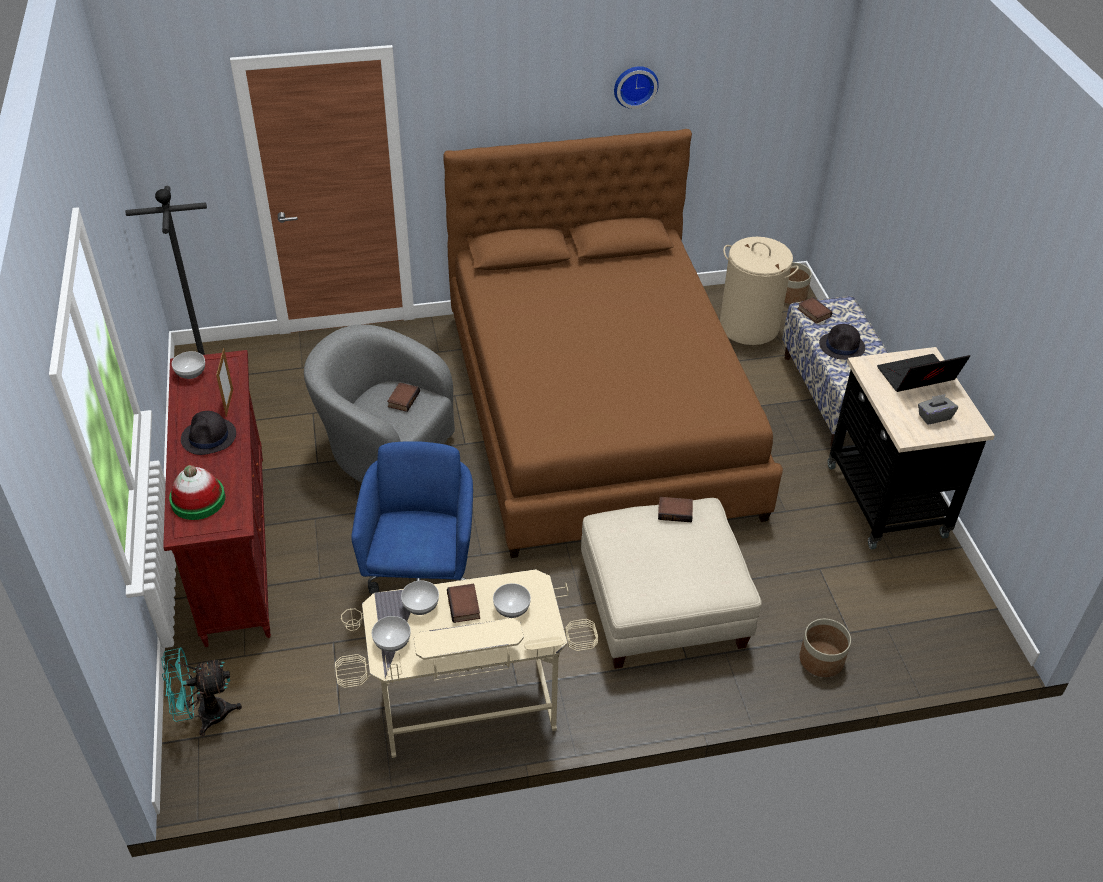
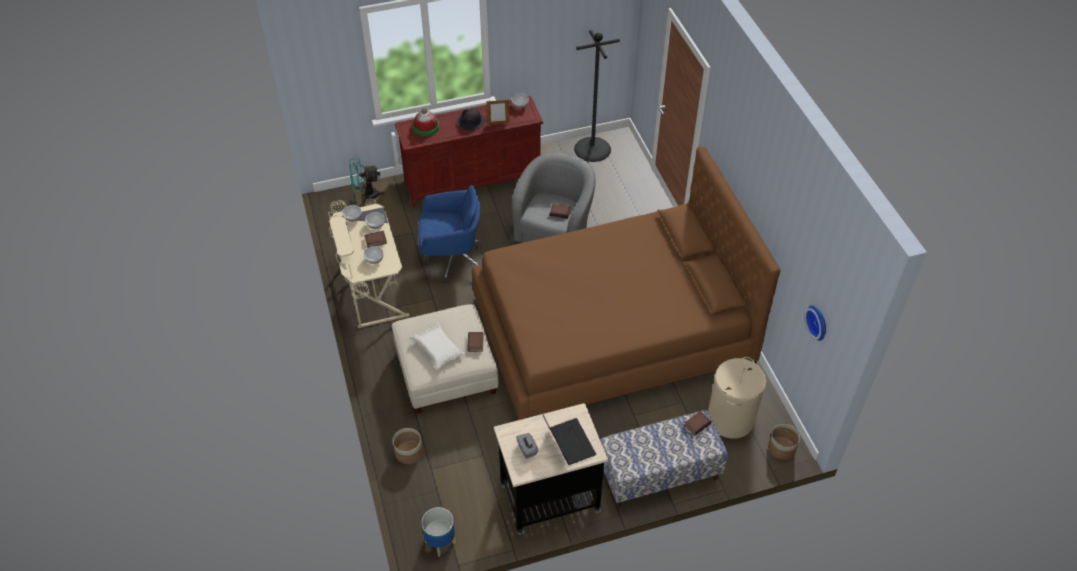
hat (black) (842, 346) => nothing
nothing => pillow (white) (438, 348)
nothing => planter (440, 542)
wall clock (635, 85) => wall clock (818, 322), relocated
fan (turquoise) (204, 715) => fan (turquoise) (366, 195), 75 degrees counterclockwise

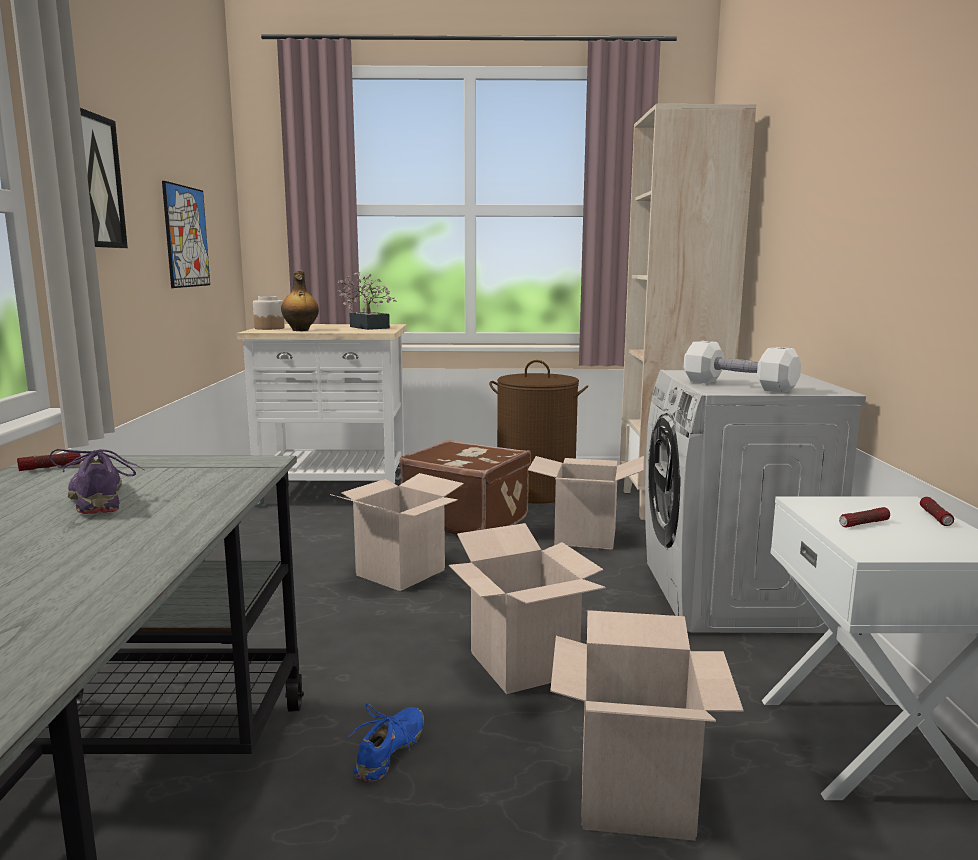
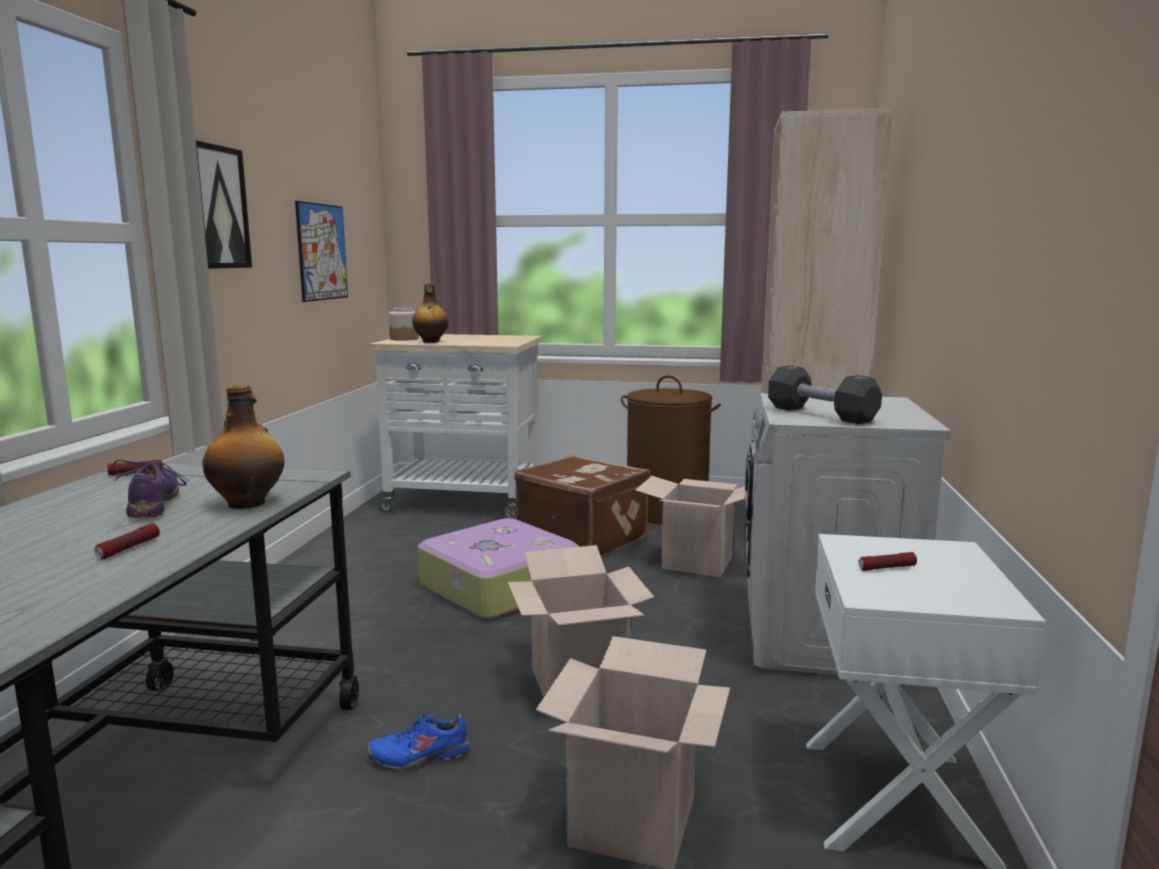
potted plant (367, 327) => nothing
nothing => bottle (248, 503)
flashlight (935, 517) => flashlight (128, 548), relocated
cardboard box (401, 572) => suitcase (497, 586)
dumbbell (white) (738, 386) => dumbbell (black) (820, 414)
shoe (blue) (390, 752) => shoe (blue) (419, 756), 135 degrees counterclockwise

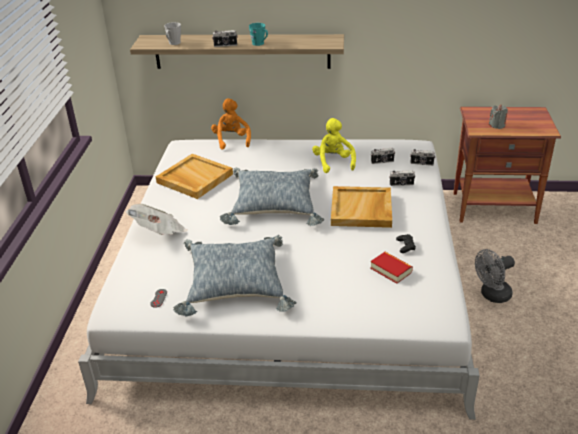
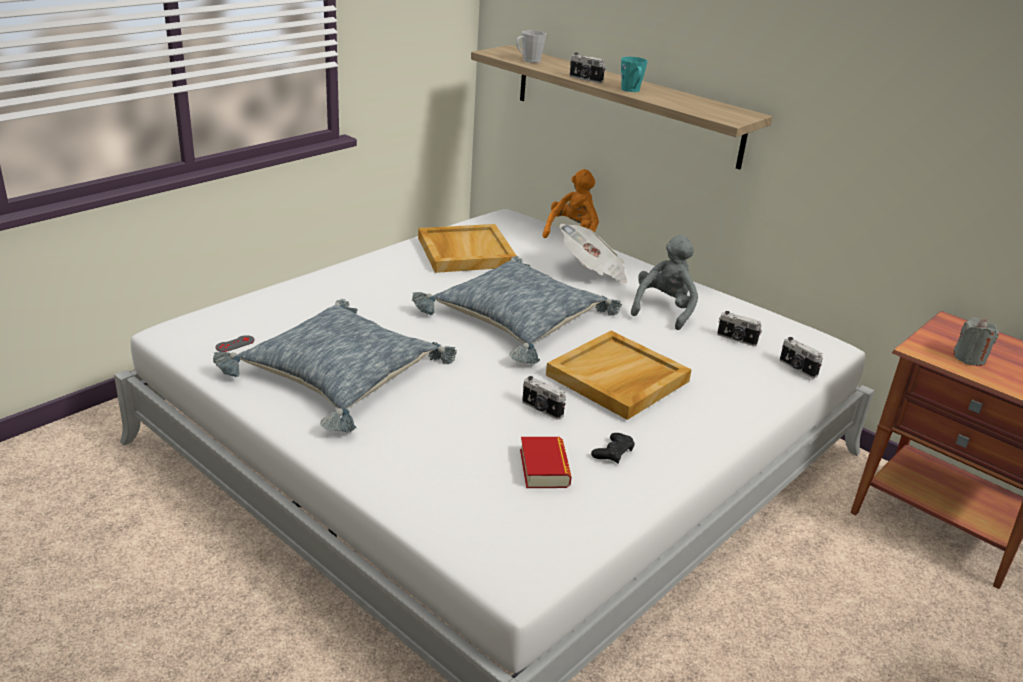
fan (grey) (491, 295) => nothing
newspaper (159, 232) => newspaper (593, 271), relocated
photo camera (401, 184) => photo camera (541, 409), relocated
plush toy (yellow) (333, 162) => plush toy (grey) (664, 310)

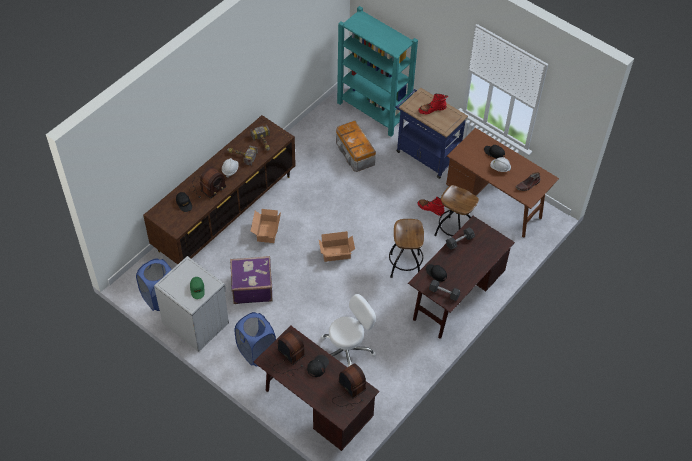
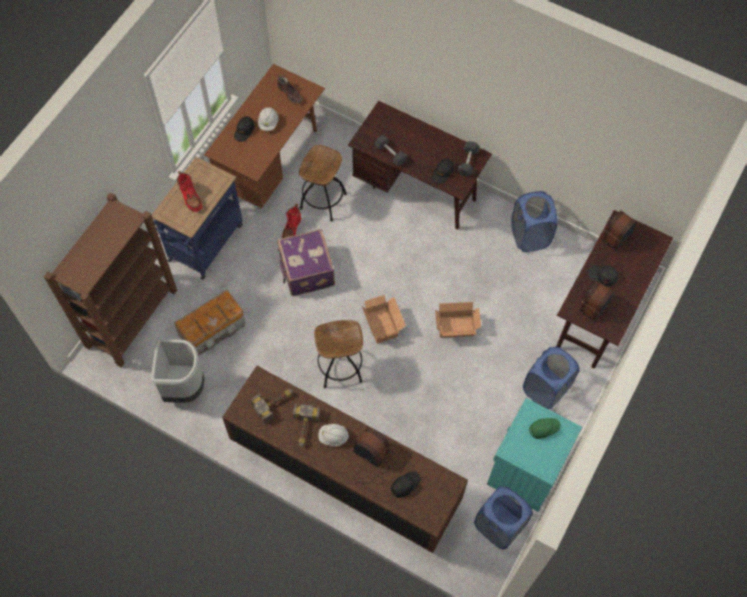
office chair (white) (348, 351) => nothing
nothing => trash can (grey) (184, 387)
nothing => laundry basket (blue) (529, 236)
suitcase (purple) (251, 287) => suitcase (purple) (306, 272), relocated
cardboard box (266, 232) => cardboard box (456, 328), relocated
stool (brown) (405, 265) => stool (brown) (340, 367), relocated
washing machine (white) (196, 322) => washing machine (turquoise) (524, 470)
bookcase (turquoise) (373, 110) => bookcase (brown) (131, 318)

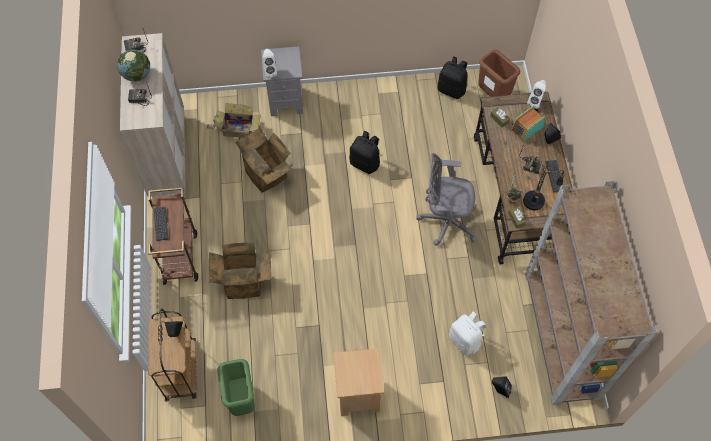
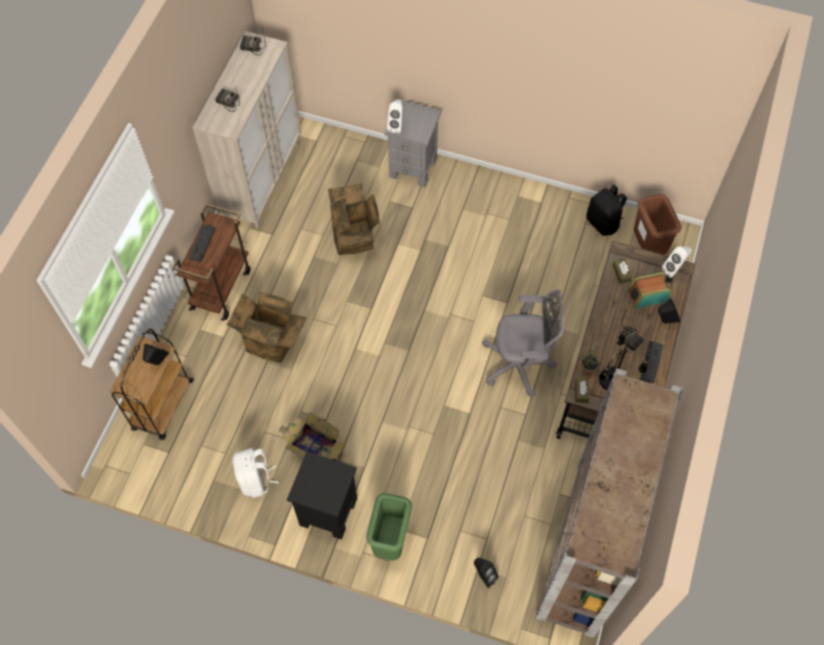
globe (137, 75) => nothing
backpack (black) (365, 163) => nothing
cardboard box (237, 128) => cardboard box (313, 447), relocated
trash can (green) (241, 399) => trash can (green) (390, 540), relocated
backpack (white) (465, 340) => backpack (white) (256, 479), relocated
nightstand (beige) (357, 394) => nightstand (black) (328, 510)
office chair (grey) (445, 221) => office chair (grey) (520, 365), 150 degrees clockwise

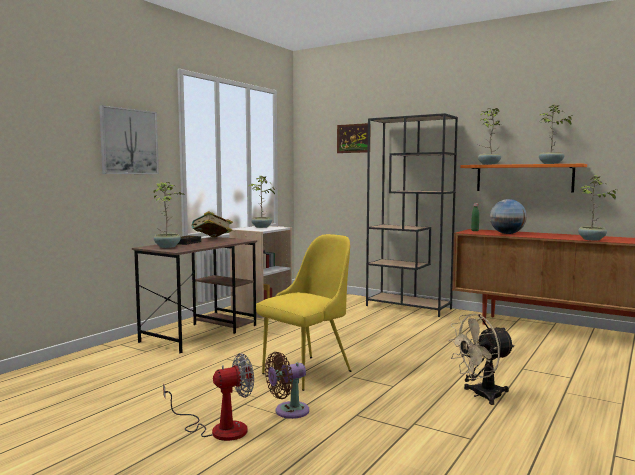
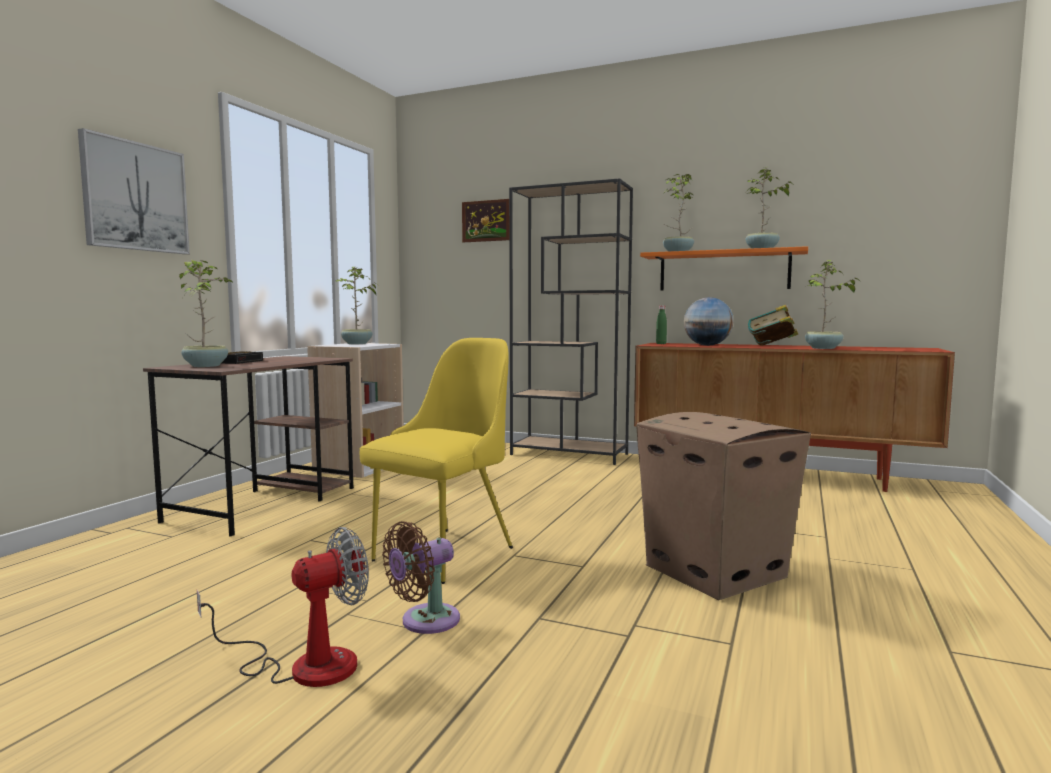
book (212, 239) => book (772, 346), relocated
fan (beige) (481, 395) => cardboard box (716, 571)

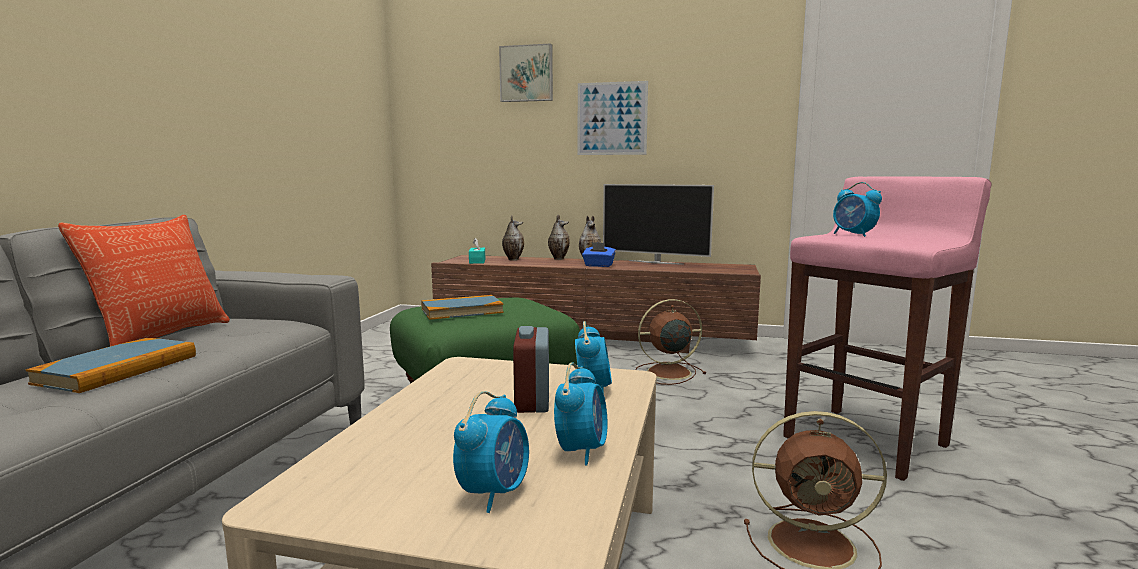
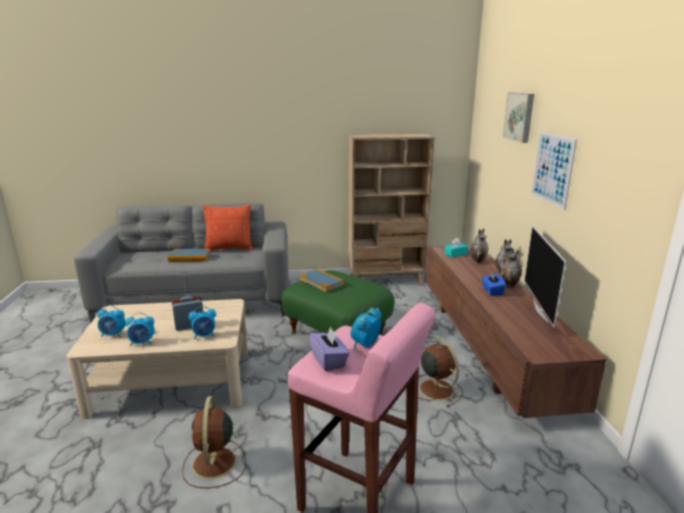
nothing => tissue box (purple) (329, 360)
nothing => bookcase (beige) (386, 281)

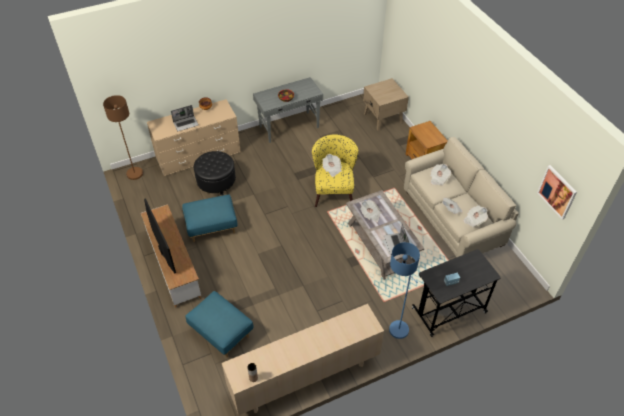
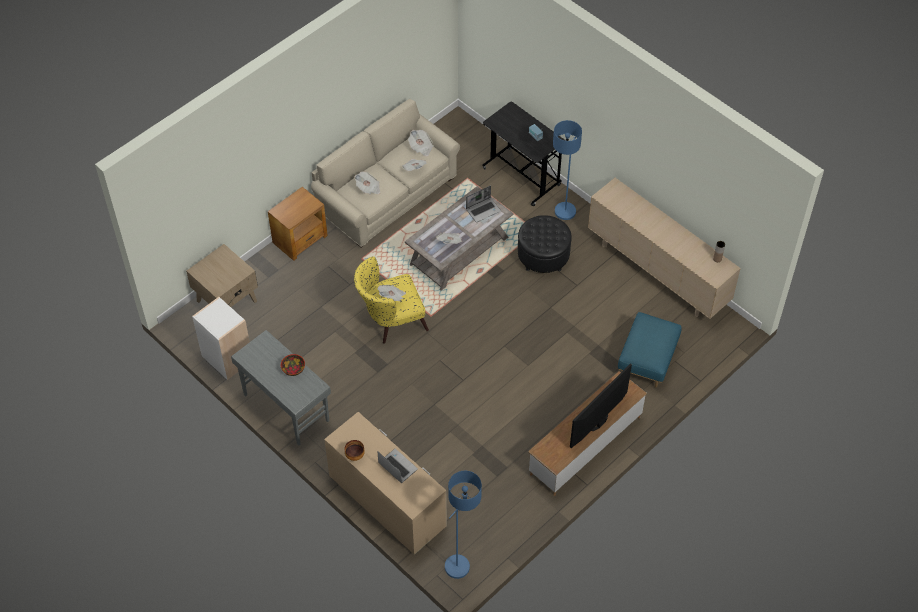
ottoman (blue) (212, 227) => nothing
picture (557, 192) => nothing
nothing => bookcase (white) (226, 358)
ottoman (black) (216, 183) => ottoman (black) (543, 257), relocated
floor lamp (brown) (136, 177) => floor lamp (blue) (462, 561)

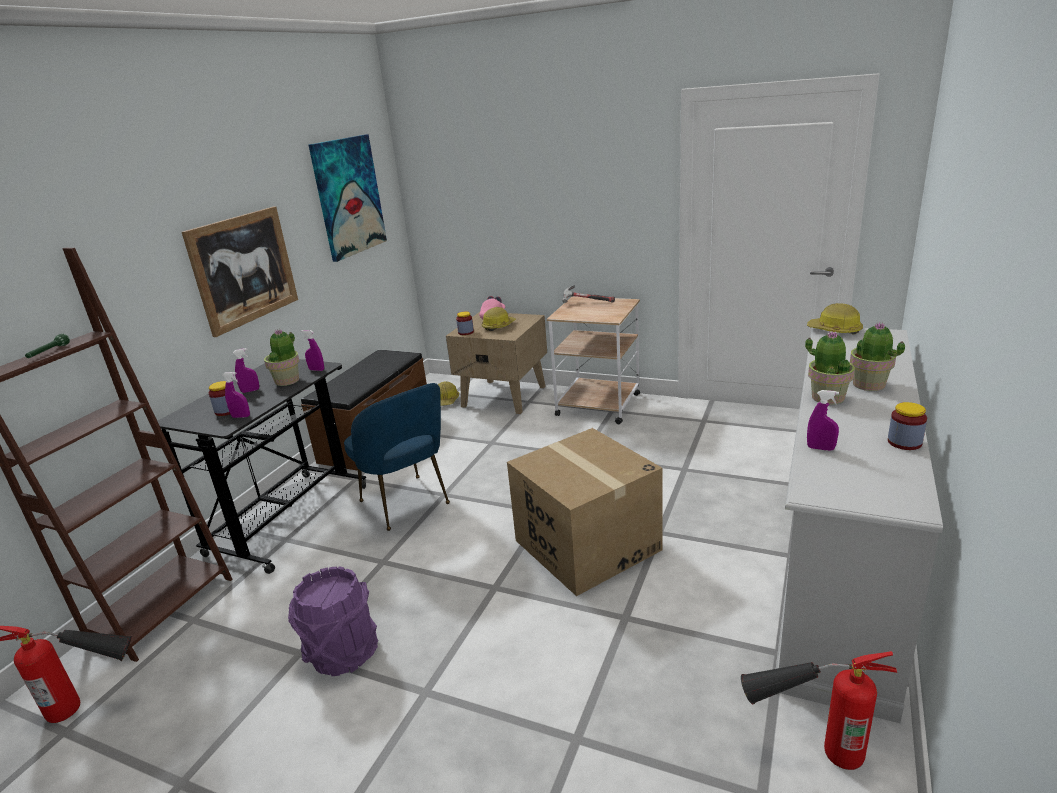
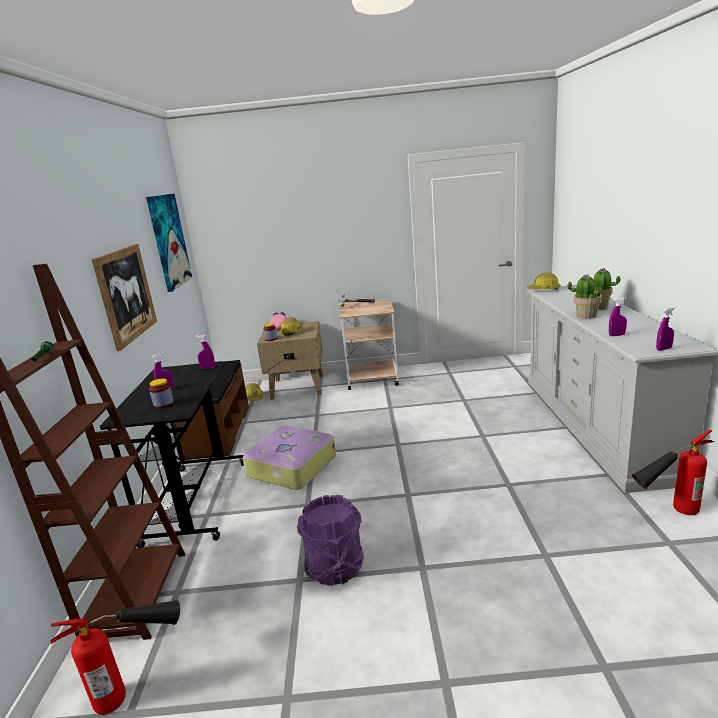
potted plant (287, 380) => nothing
cardboard box (586, 545) => nothing
jar (904, 442) => nothing
spray bottle (purple) (241, 416) => spray bottle (purple) (664, 349), relocated
chair (blue) (407, 506) => suitcase (291, 467)

